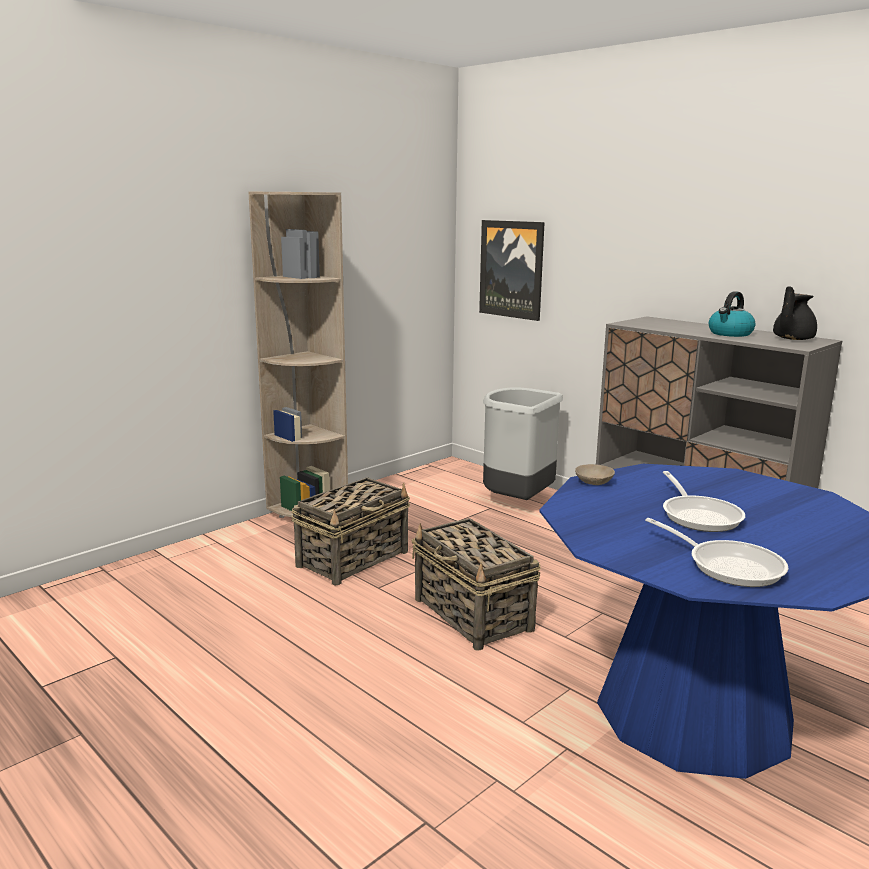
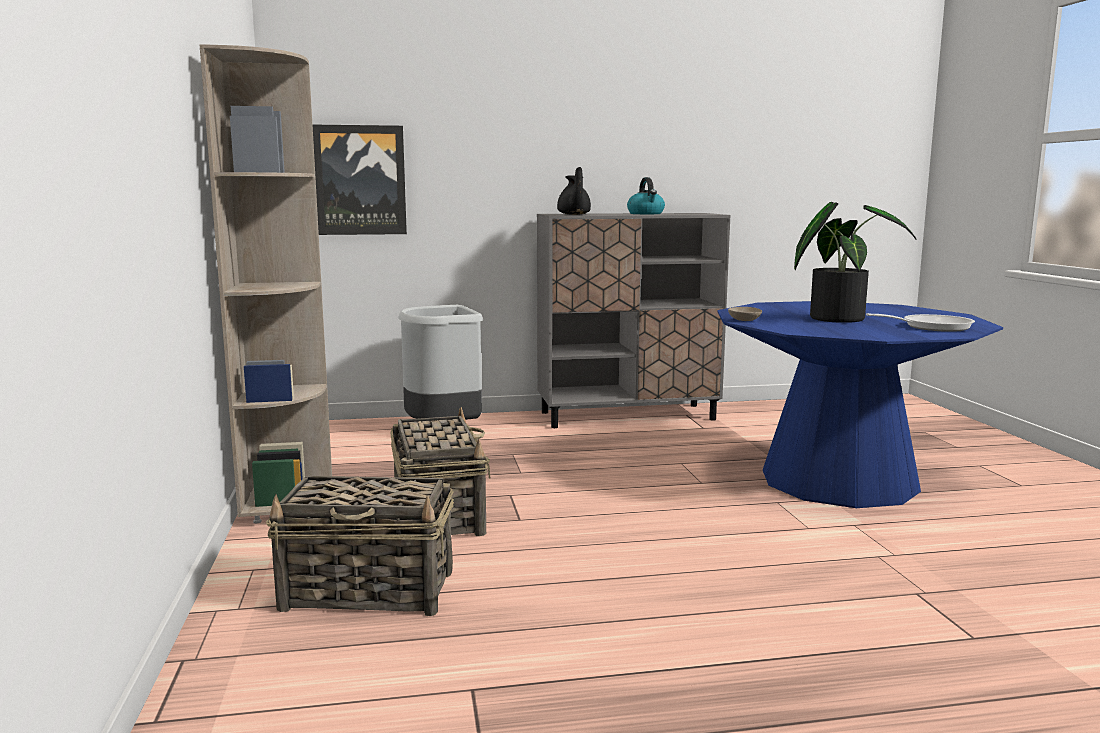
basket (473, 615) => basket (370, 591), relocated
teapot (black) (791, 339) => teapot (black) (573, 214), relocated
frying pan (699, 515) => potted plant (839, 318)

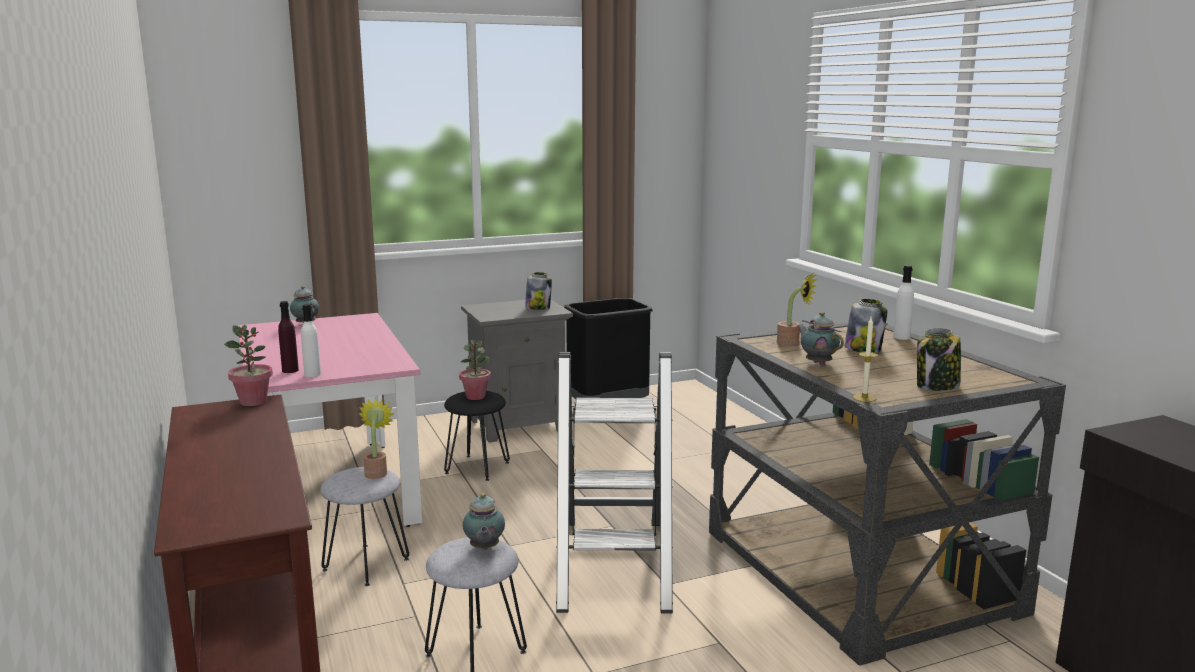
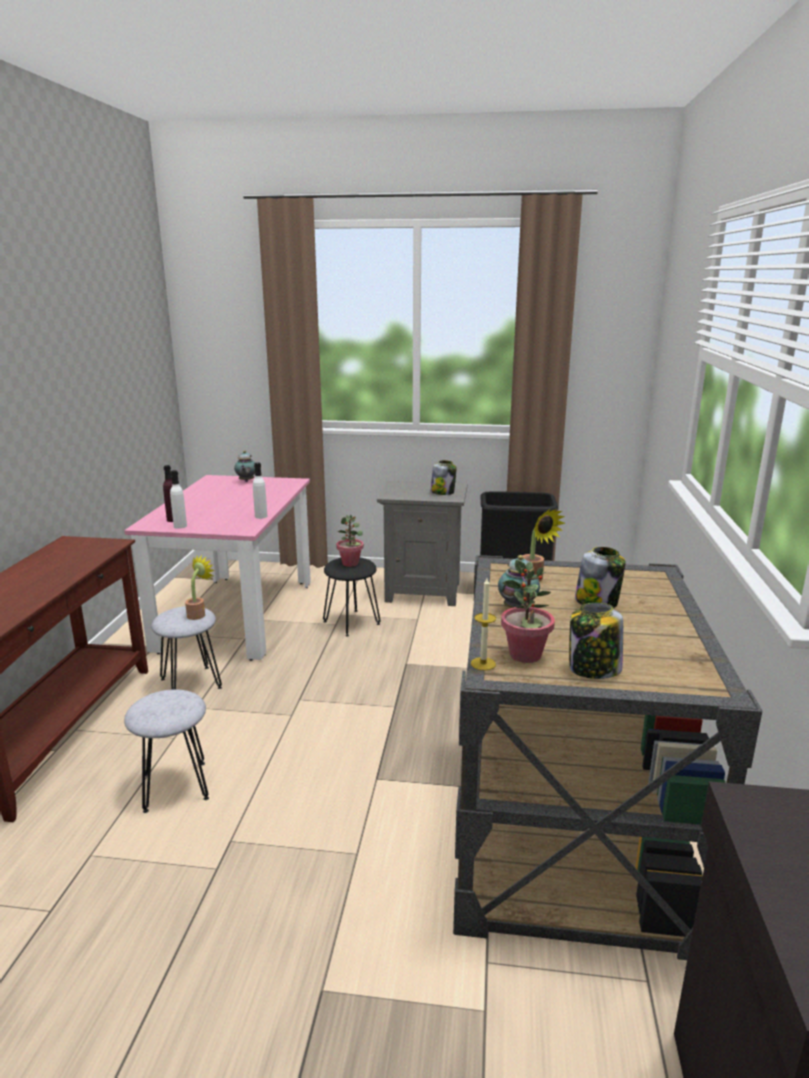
teapot (484, 548) => nothing
step ladder (grey) (614, 562) => nothing
potted plant (253, 402) => potted plant (525, 655), relocated
bottle (white) (901, 337) => bottle (white) (261, 516), relocated

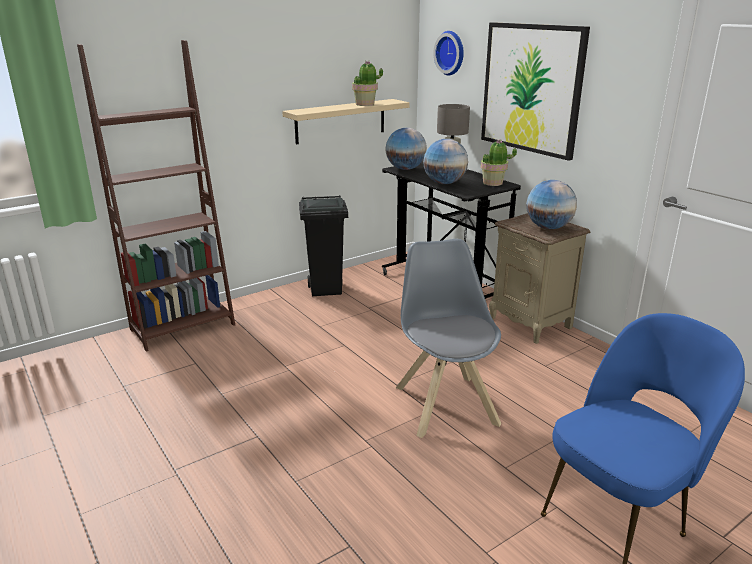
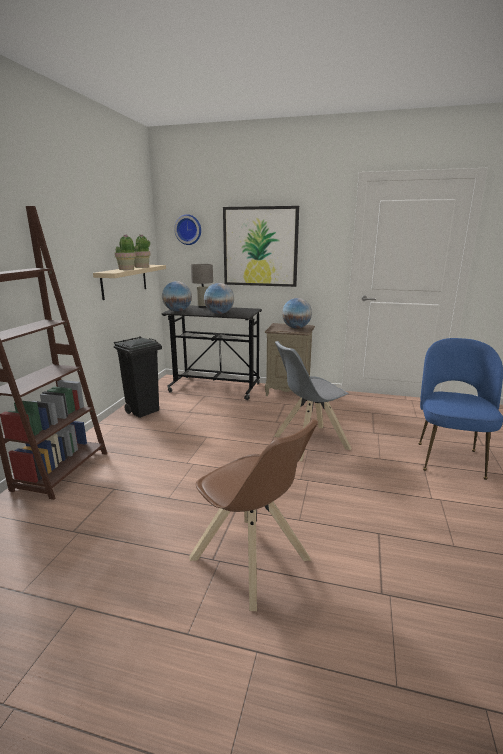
nothing => chair (brown) (252, 561)
potted plant (493, 183) => potted plant (127, 269), relocated
chair (grey) (445, 403) => chair (grey) (309, 443), 60 degrees counterclockwise

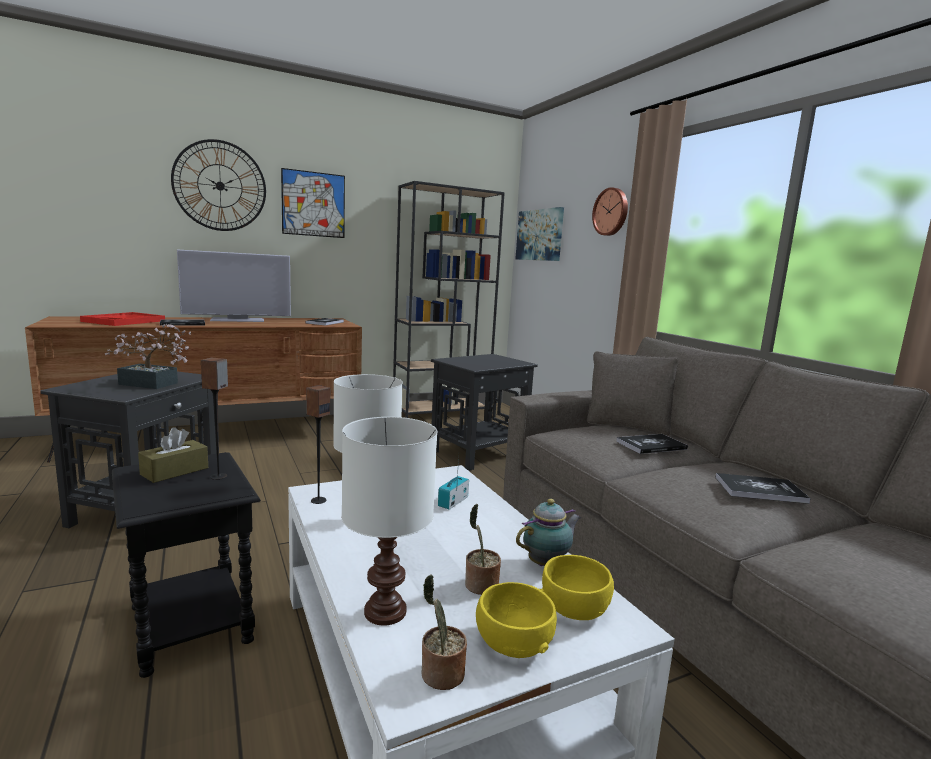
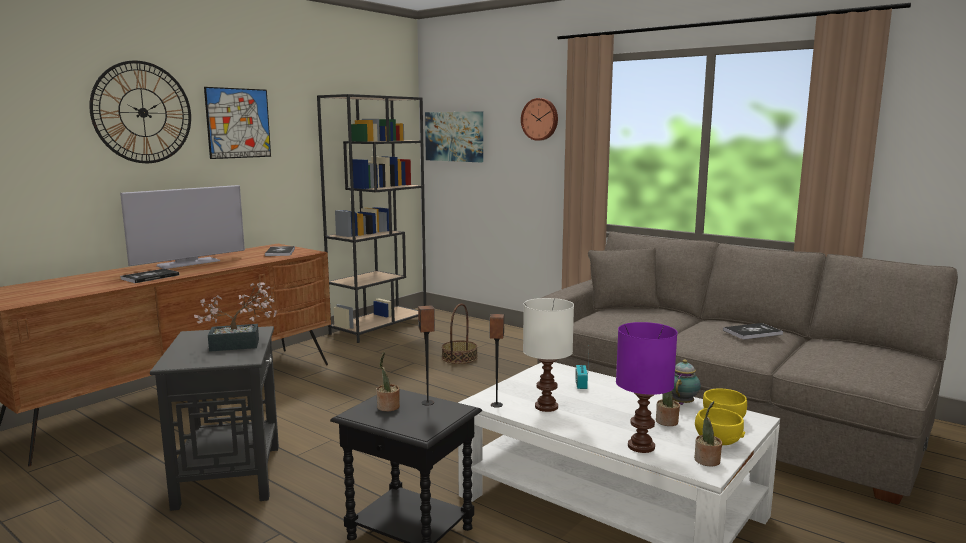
tray (red) (124, 321) => nothing
book (651, 445) => nothing
tissue box (brown) (174, 471) => potted plant (388, 407)
side table (black) (477, 453) => basket (459, 357)
table lamp (white) (384, 613) => table lamp (purple) (641, 447)

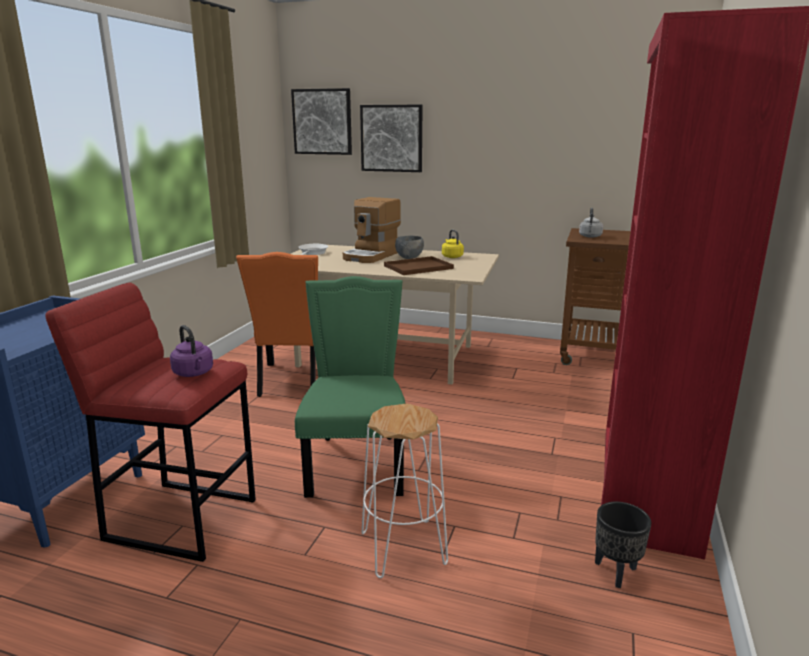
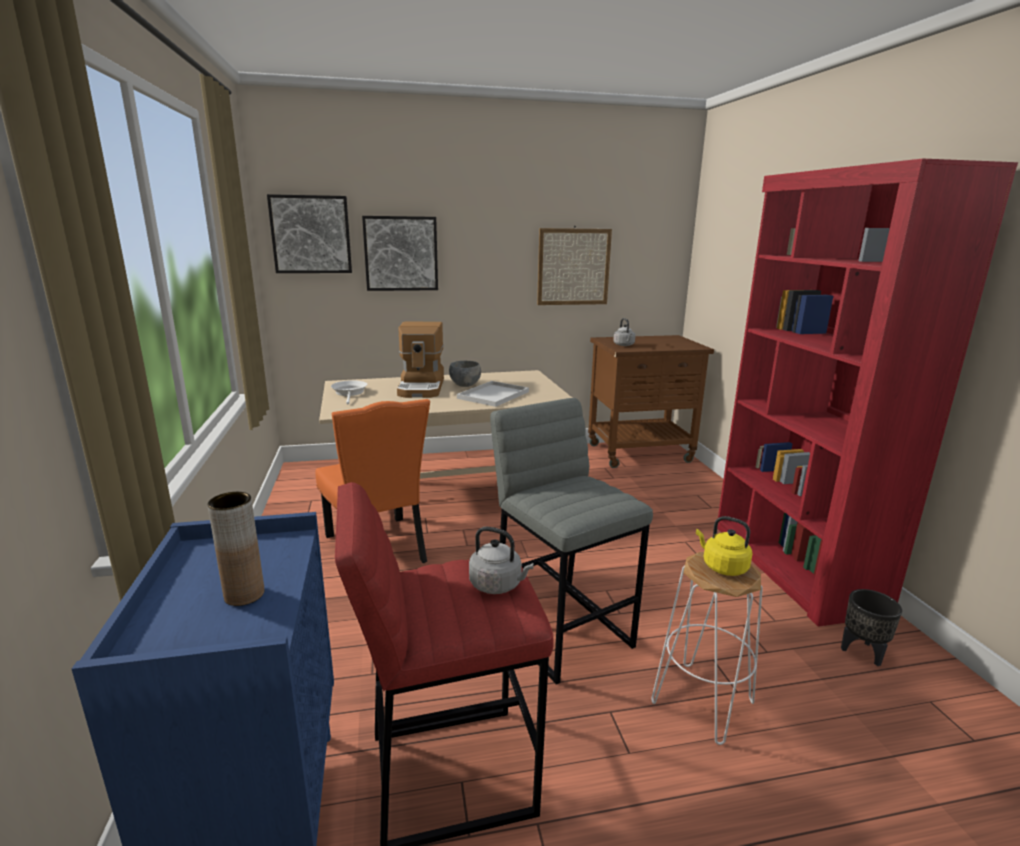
nothing => vase (brown) (244, 595)
nothing => picture (573, 265)
kettle (yellow) (451, 256) => kettle (yellow) (722, 567), relocated
chair (green) (356, 466) => stool (grey) (561, 630)
kettle (purple) (194, 373) => kettle (grey) (498, 585)
tray (brown) (419, 267) => tray (white) (493, 394)

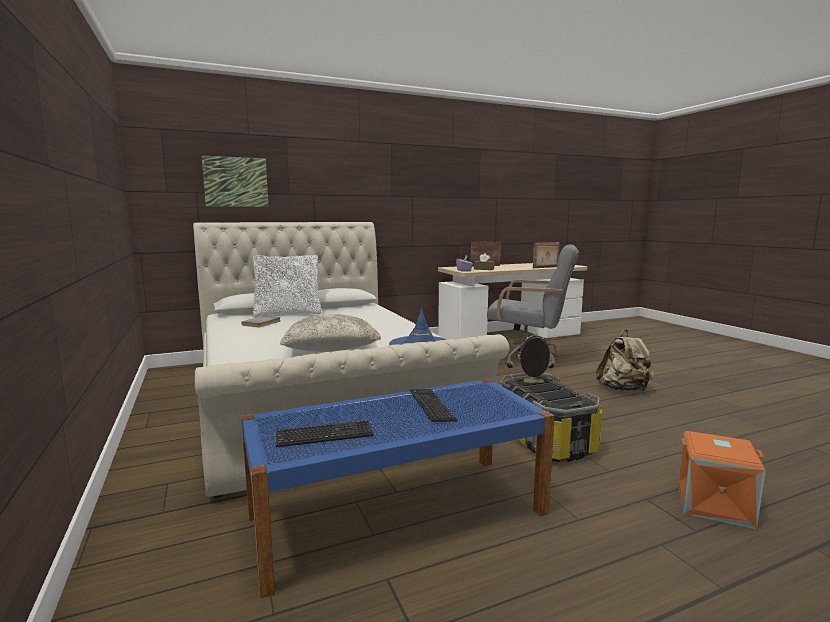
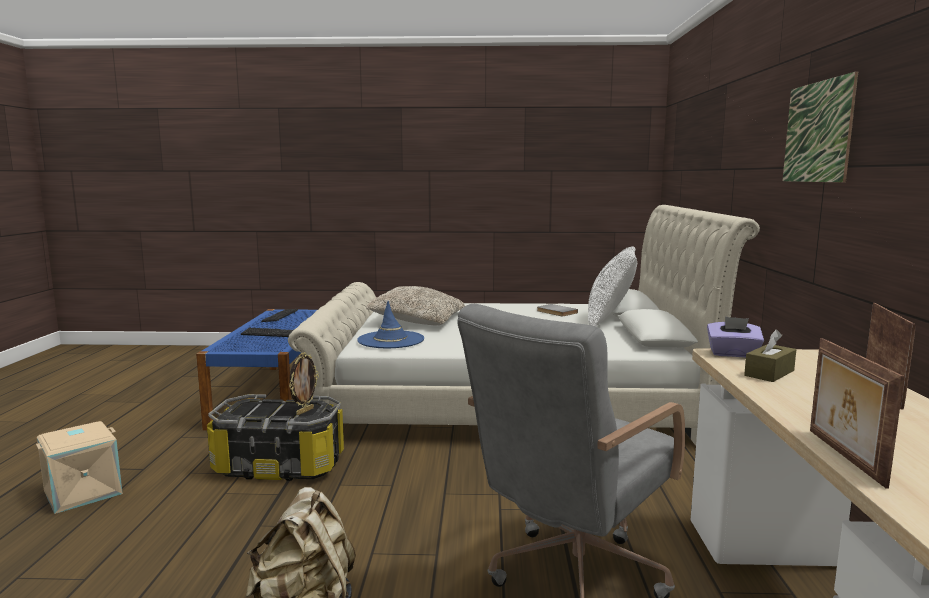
picture (236, 182) => picture (817, 132), relocated
storage box (orange) (713, 505) => storage box (beige) (83, 491)

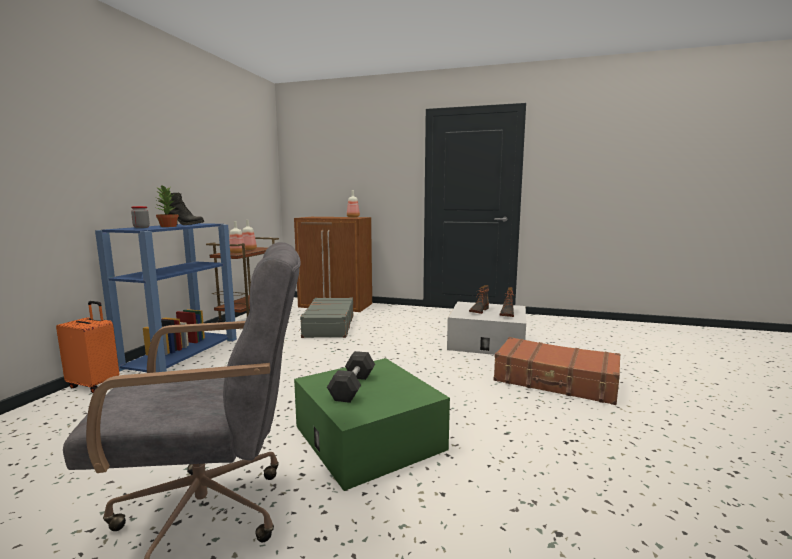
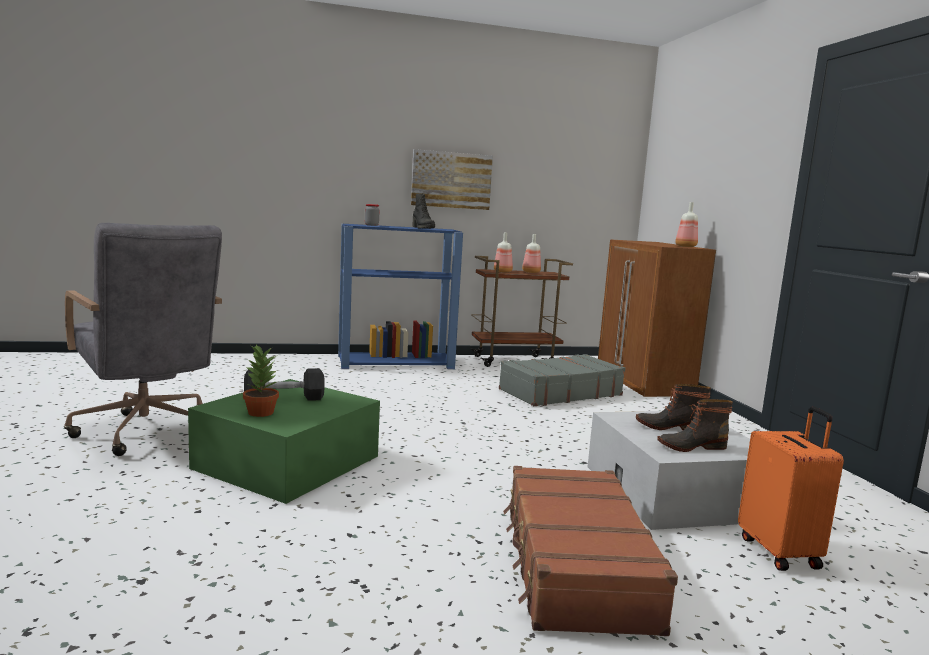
nothing => picture (451, 180)
suitcase (orange) (95, 385) => suitcase (orange) (780, 552), relocated
potted plant (168, 226) => potted plant (260, 412), relocated

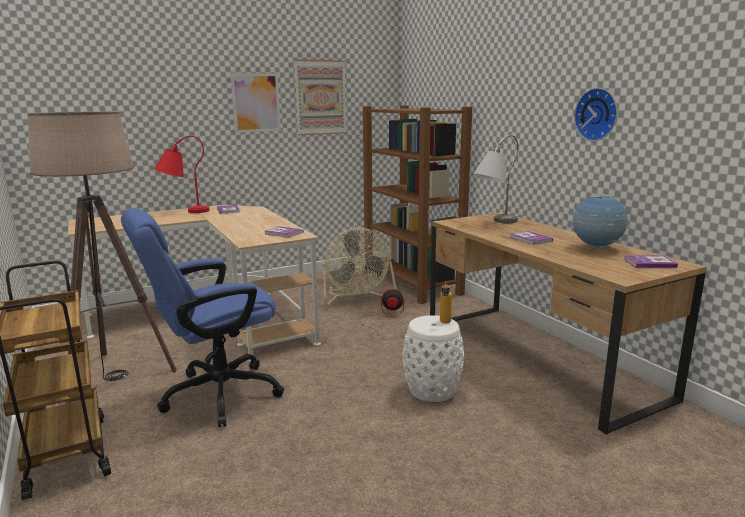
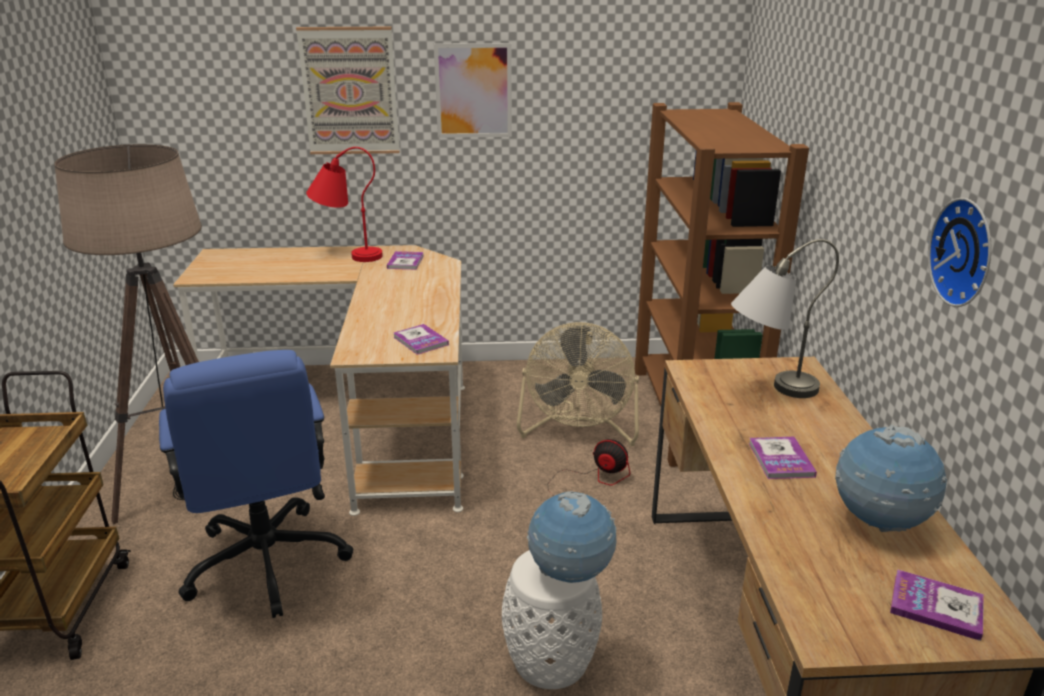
picture (320, 97) => picture (350, 91), relocated
bottle (444, 323) => globe (570, 575)
office chair (blue) (215, 396) => office chair (blue) (268, 568), 105 degrees counterclockwise

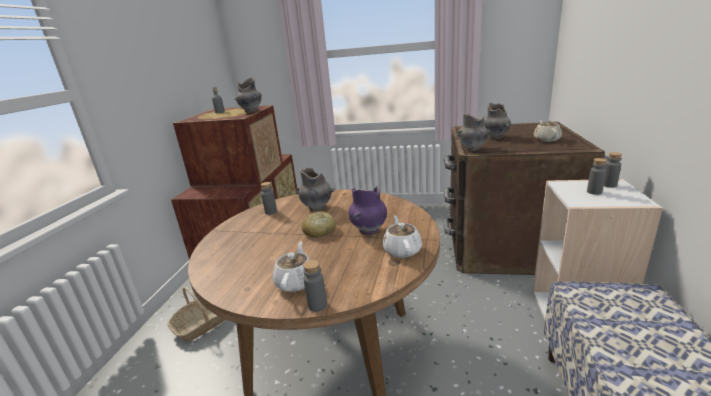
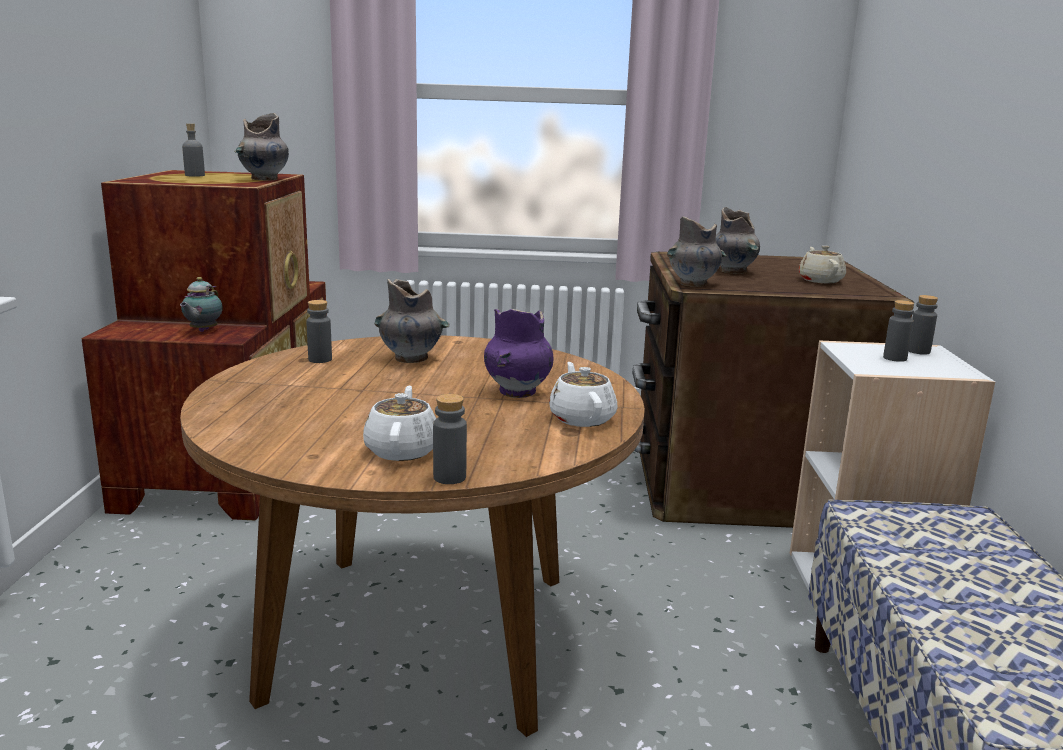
basket (201, 324) => nothing
bread (319, 231) => nothing
nothing => teapot (202, 331)

